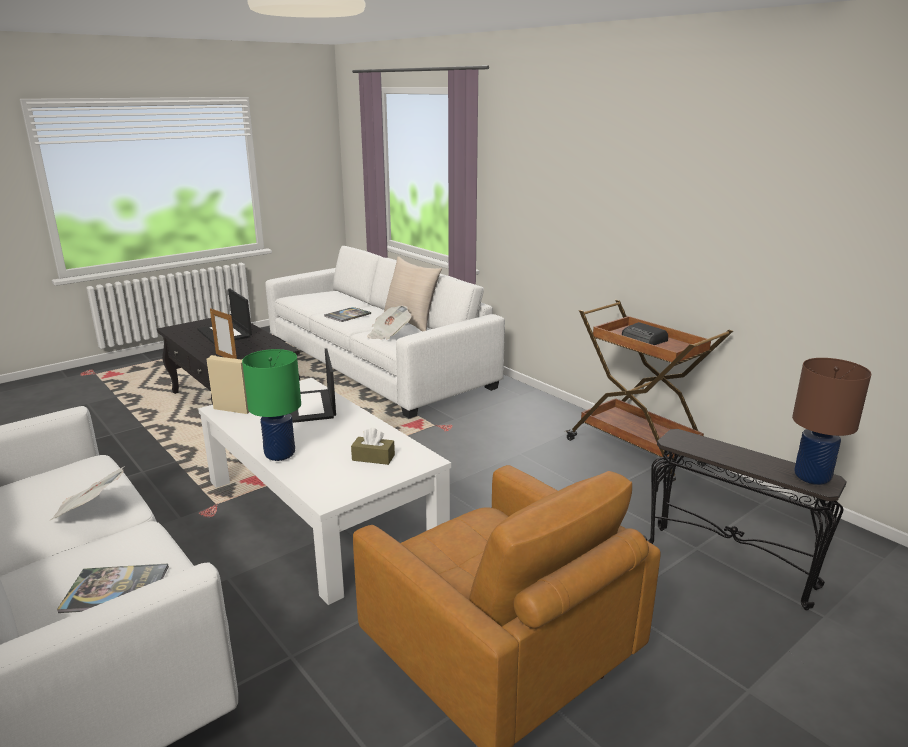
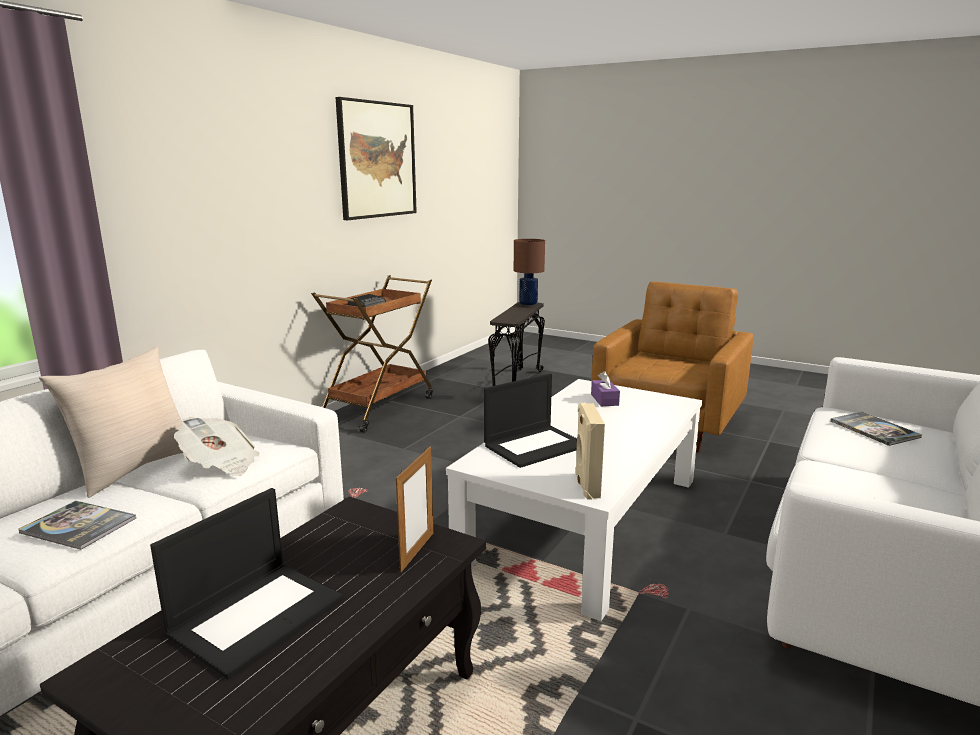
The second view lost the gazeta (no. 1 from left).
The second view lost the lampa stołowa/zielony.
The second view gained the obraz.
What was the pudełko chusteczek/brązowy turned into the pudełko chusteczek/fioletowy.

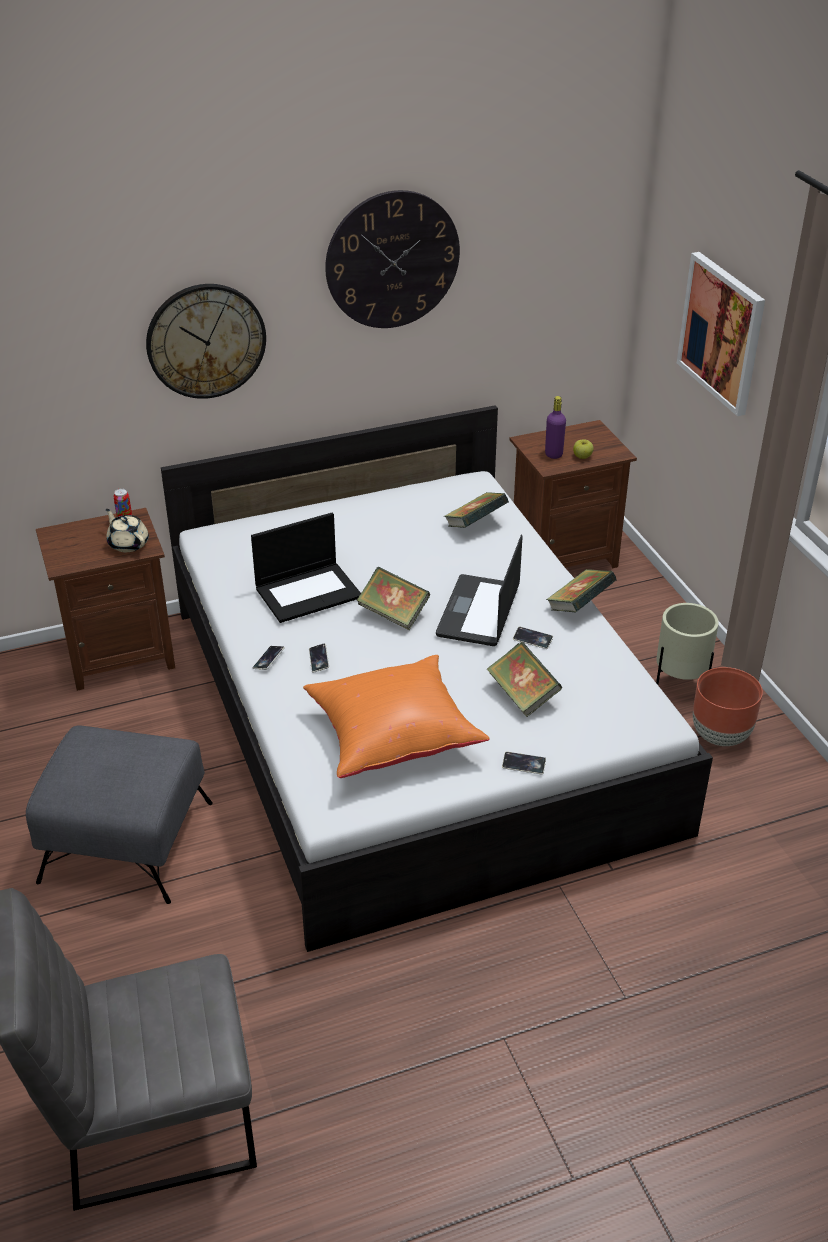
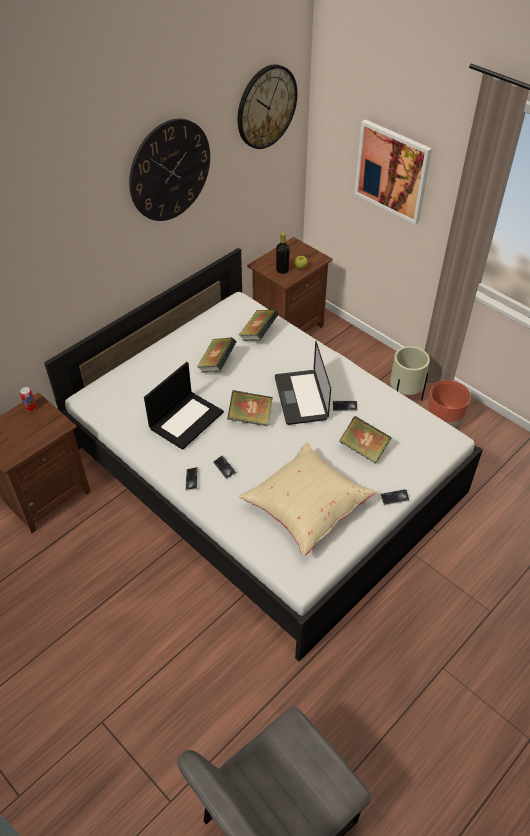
The second view lost the pufa/szary.
The second view lost the imbryk/beżowy.
The zegar ścienny (no. 1 from left in the first image) ended up elsewhere.
The książka (no. 4 from left in the first image) ended up elsewhere.
What was the poduszka/pomarańczowy turned into the poduszka/beżowy.
What was the butelka/fioletowy turned into the butelka/czarny.

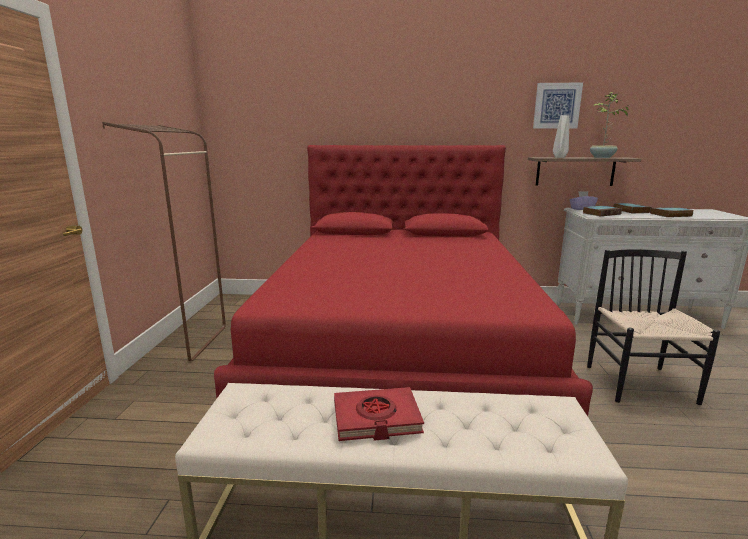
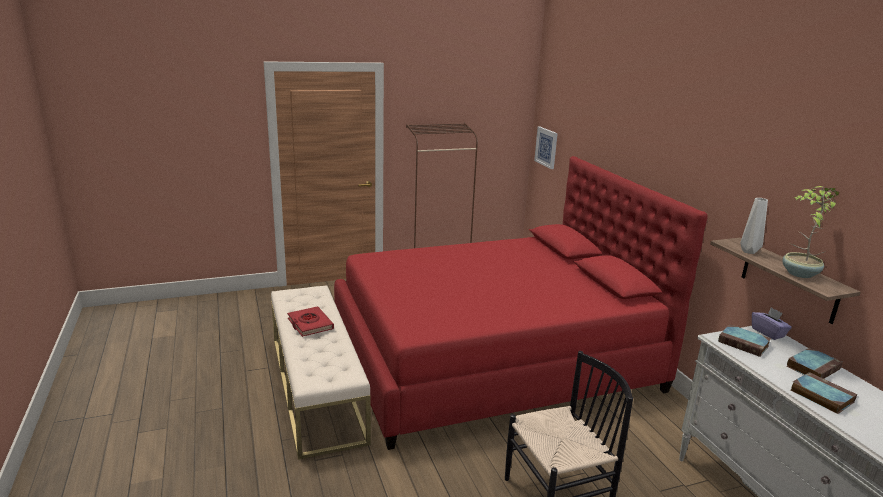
The obraz ended up elsewhere.

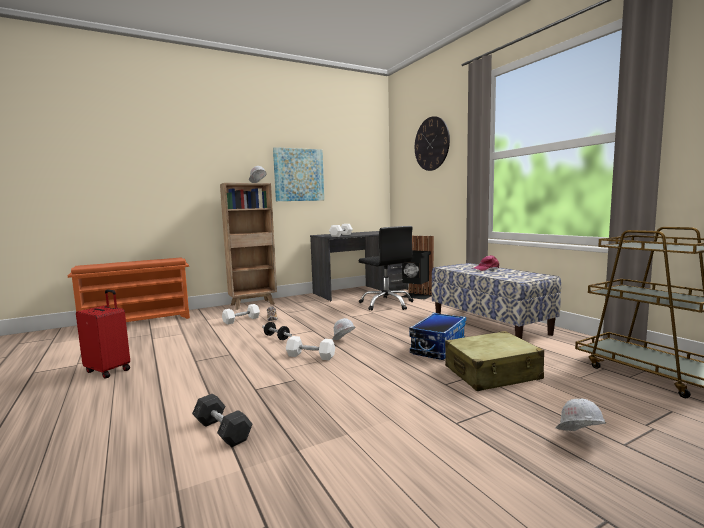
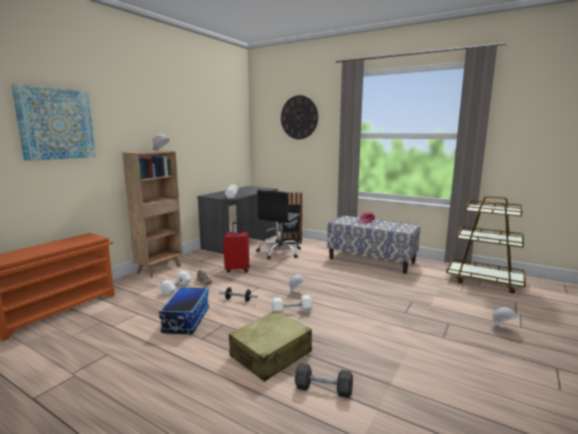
The walizka/czerwony ended up elsewhere.
The obraz ended up elsewhere.
The pojemnik do przechowywania ended up elsewhere.
The walizka/beżowy ended up elsewhere.
The krzesło biurowe/czarny ended up facing another way, 90 degrees clockwise from before.

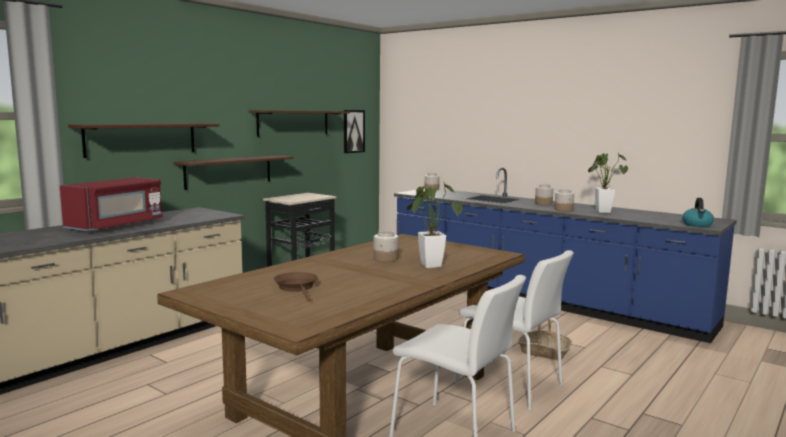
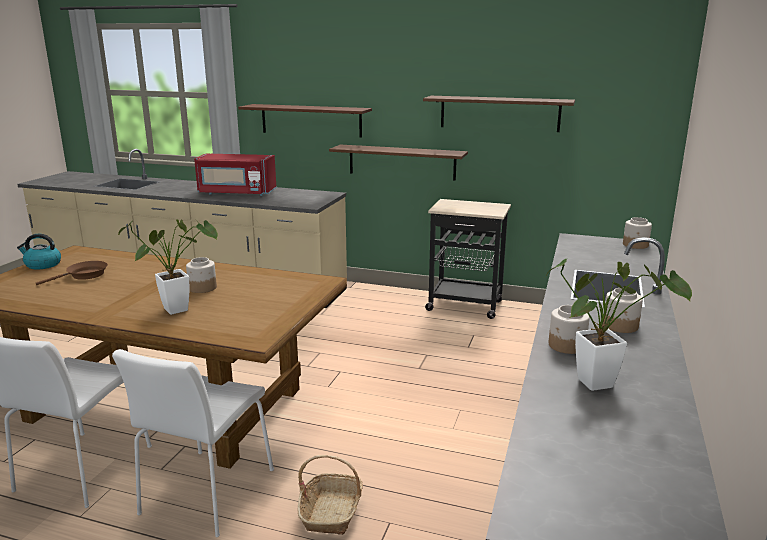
The second view lost the obraz.
The czajnik ended up elsewhere.

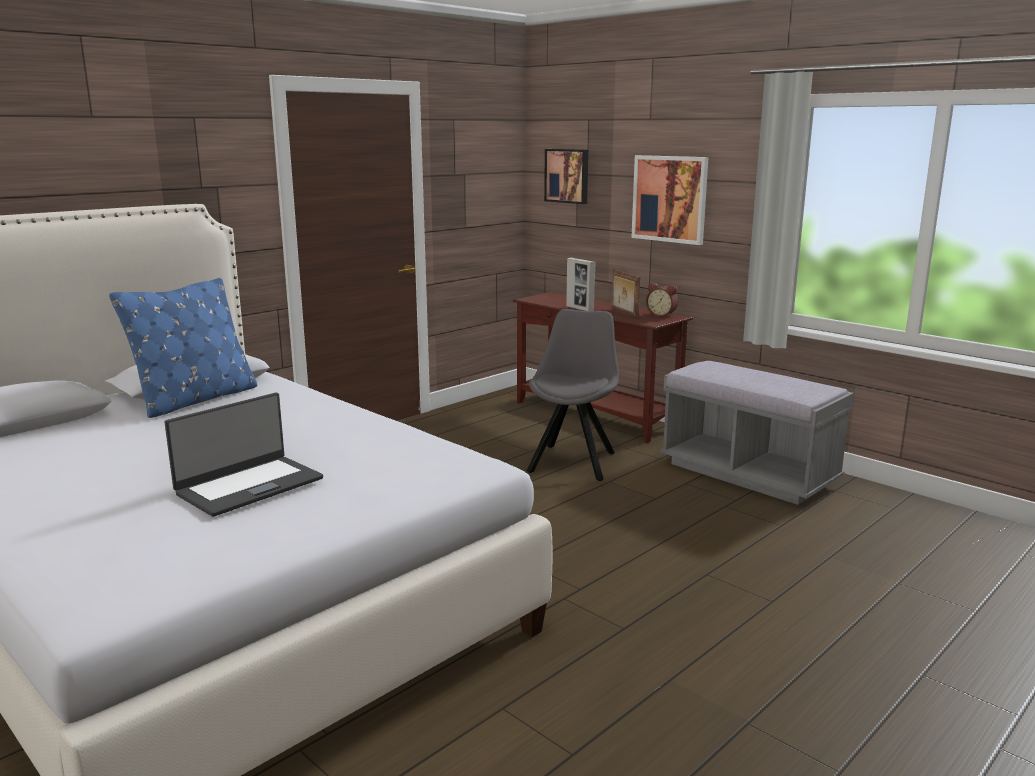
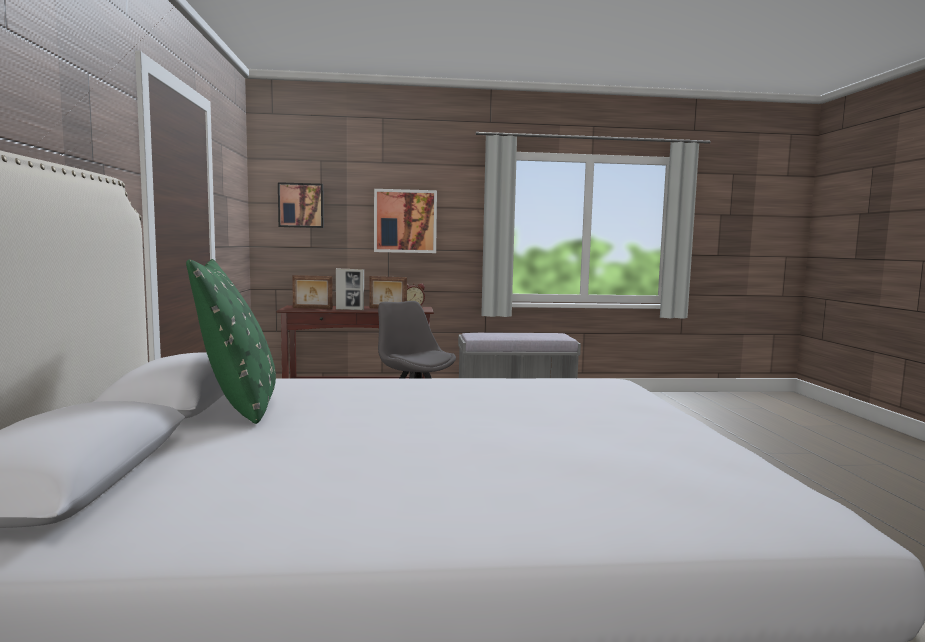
The second view lost the laptop.
The second view gained the ramka na zdjęcie (no. 1 from left).
What was the poduszka/niebieski turned into the poduszka/zielony.

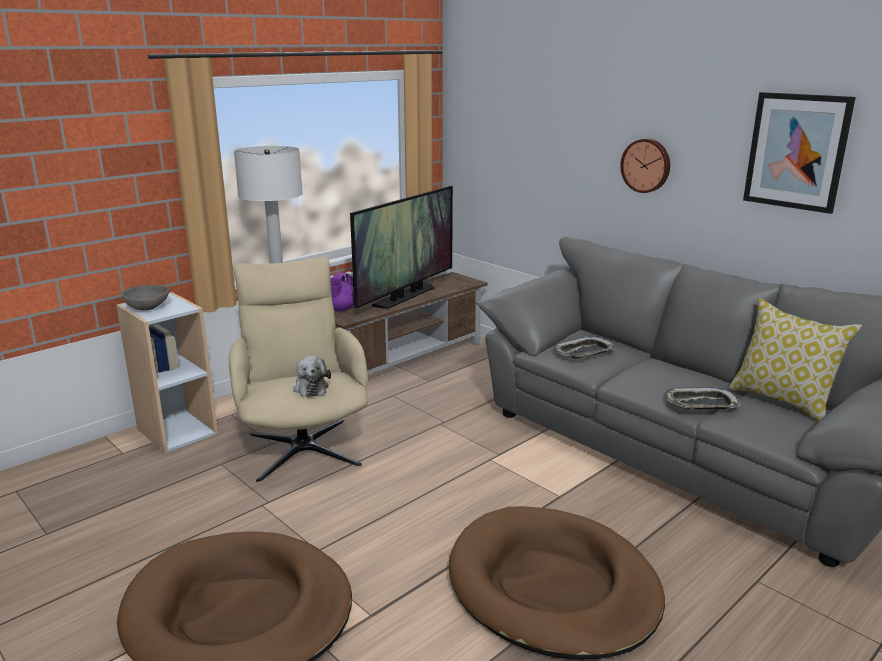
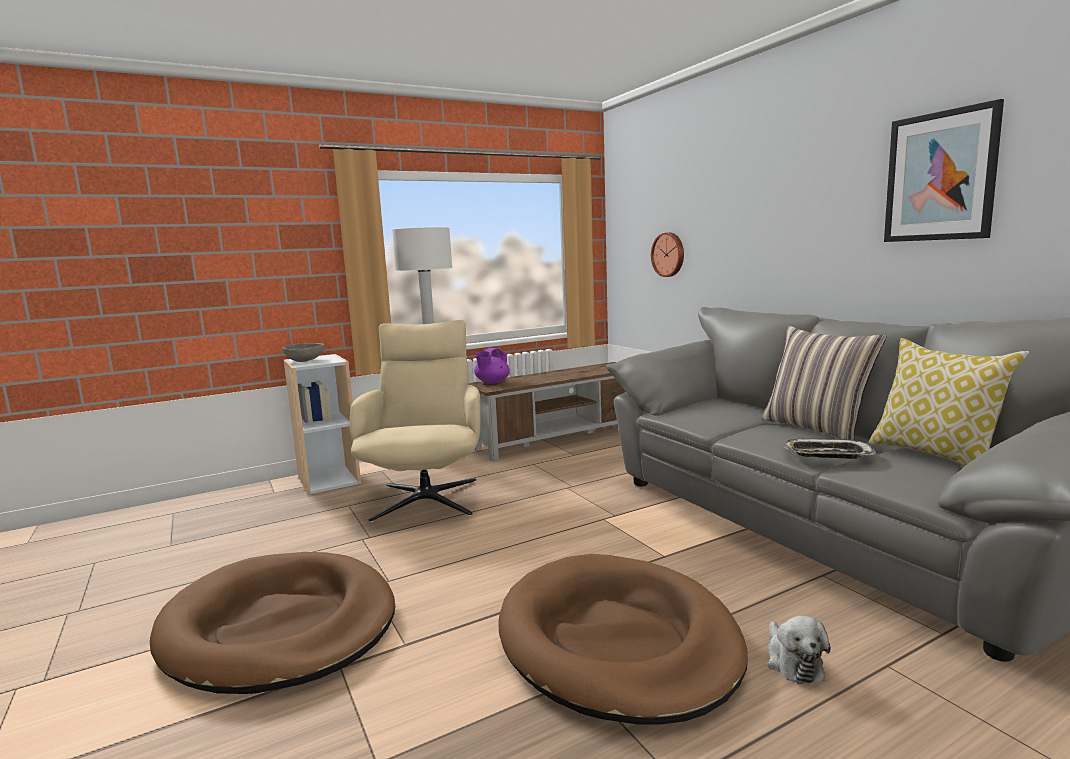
The second view lost the telewizor.
The second view lost the taca (no. 1 from left).
The second view gained the poduszka (no. 1 from left).
The pluszak ended up elsewhere.
The zegar ścienny ended up elsewhere.

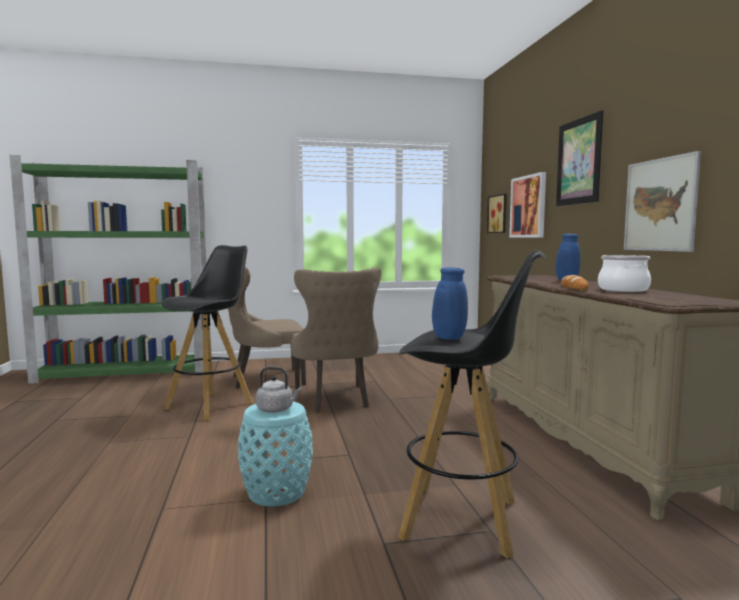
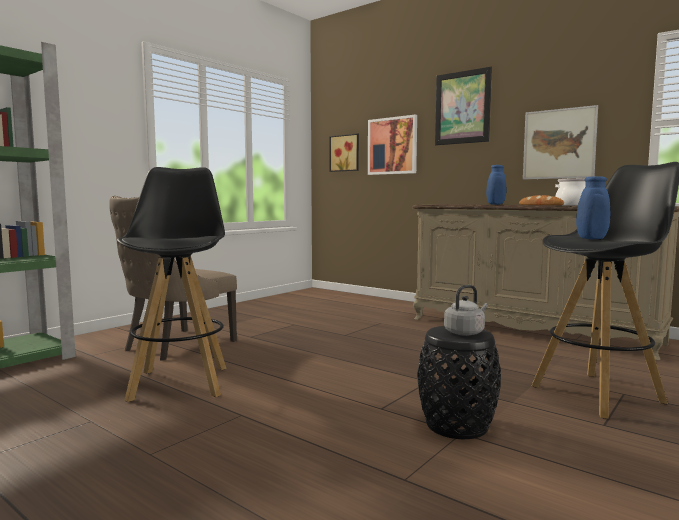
The second view lost the krzesło/beżowy (no. 2 from left).
What was the stołek/turkusowy turned into the stołek/czarny (no. 2 from left).

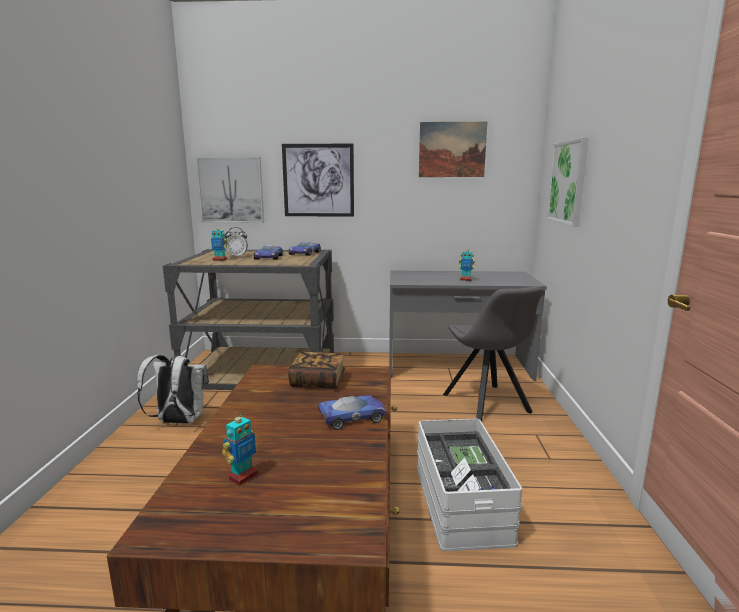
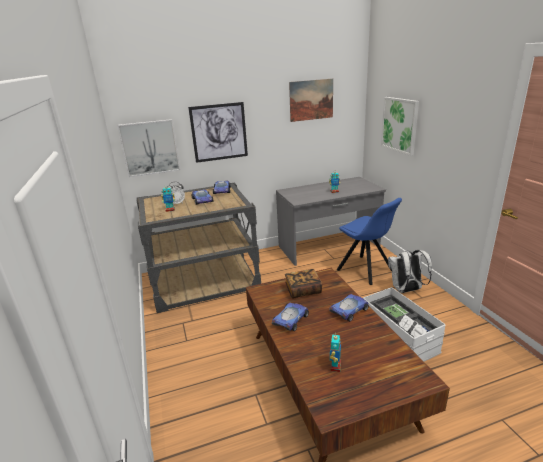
The second view gained the samochodzik (no. 3 from left).
The plecak/biały ended up elsewhere.
What was the krzesło/szary turned into the krzesło/niebieski.

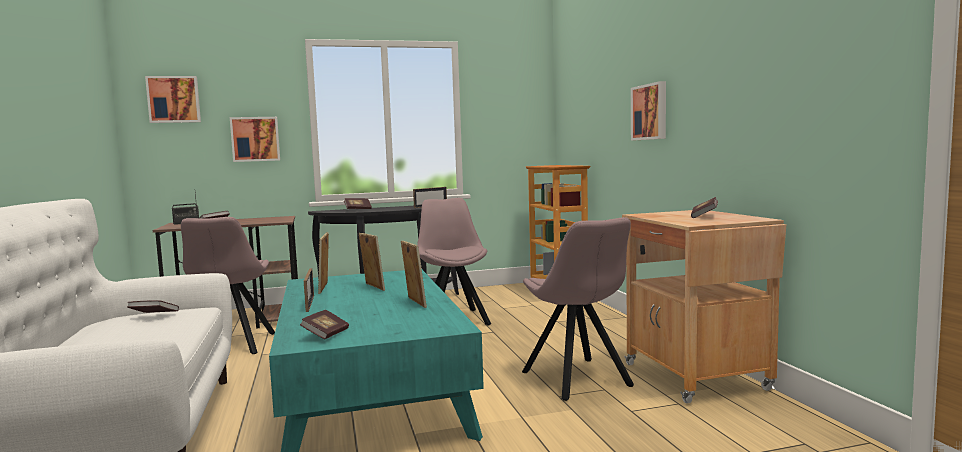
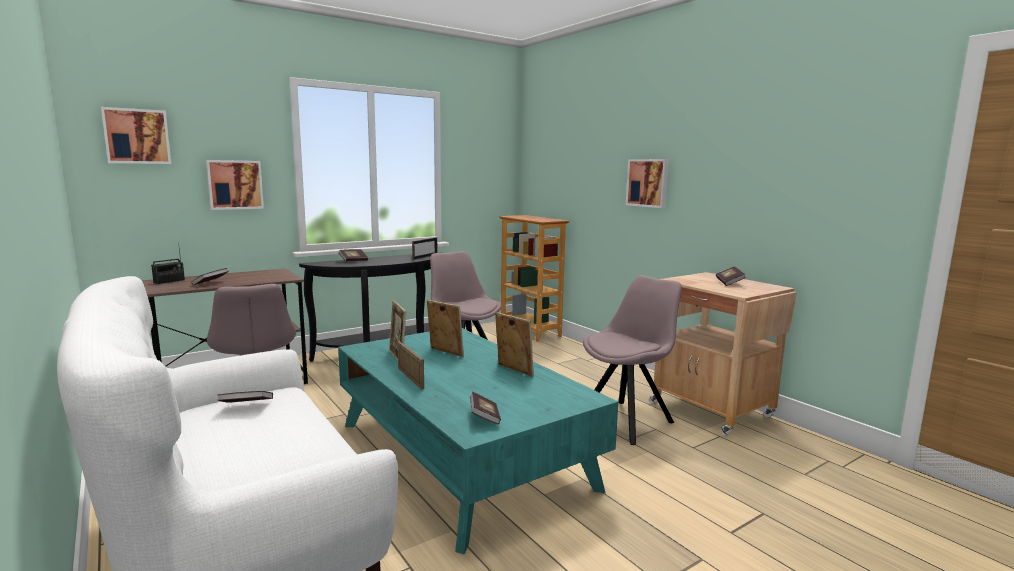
The krzesło/różowy (no. 3 from left) ended up facing another way, 90 degrees counterclockwise from before.

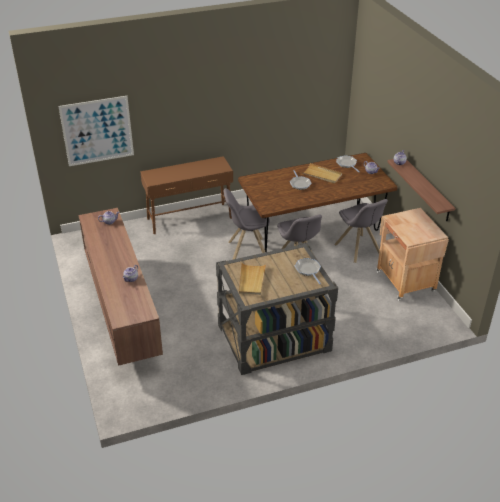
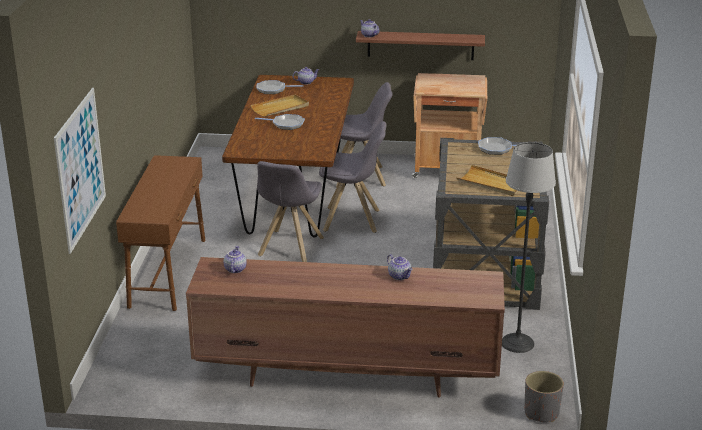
The second view gained the lampa stojąca.
The second view gained the donica/szary.

